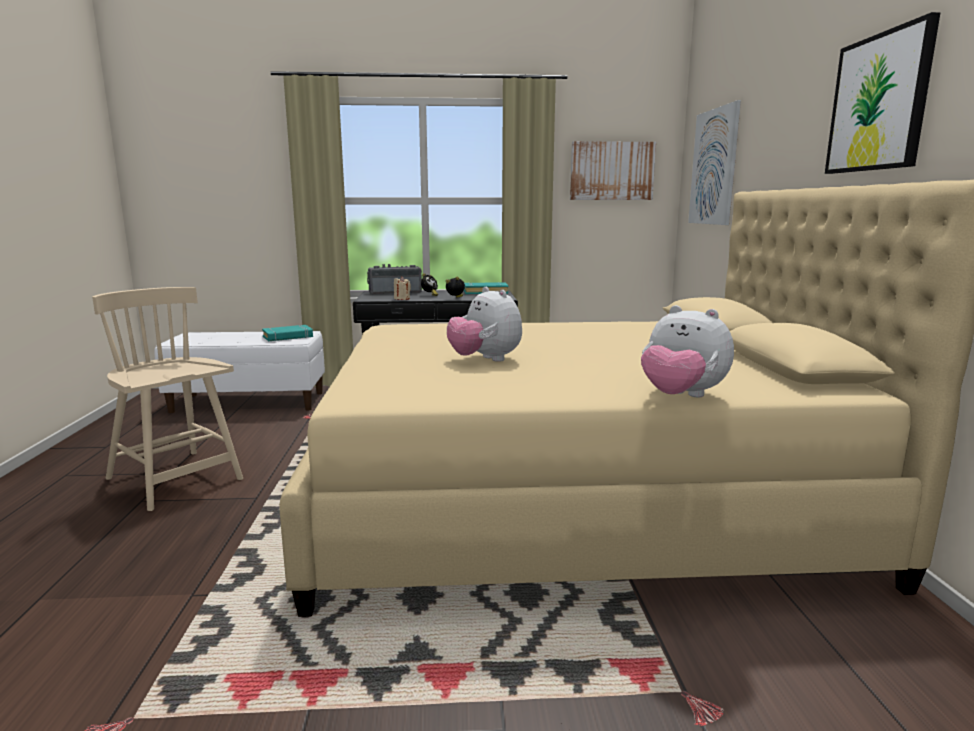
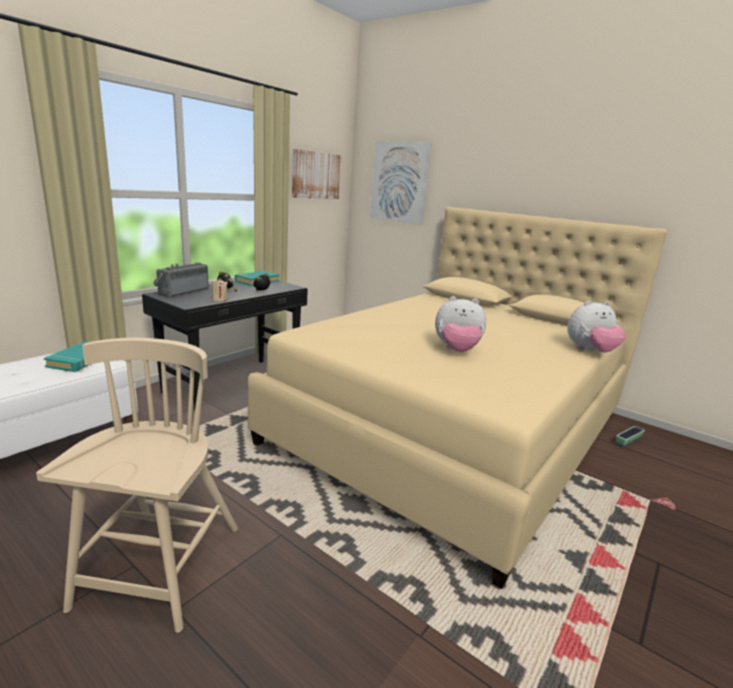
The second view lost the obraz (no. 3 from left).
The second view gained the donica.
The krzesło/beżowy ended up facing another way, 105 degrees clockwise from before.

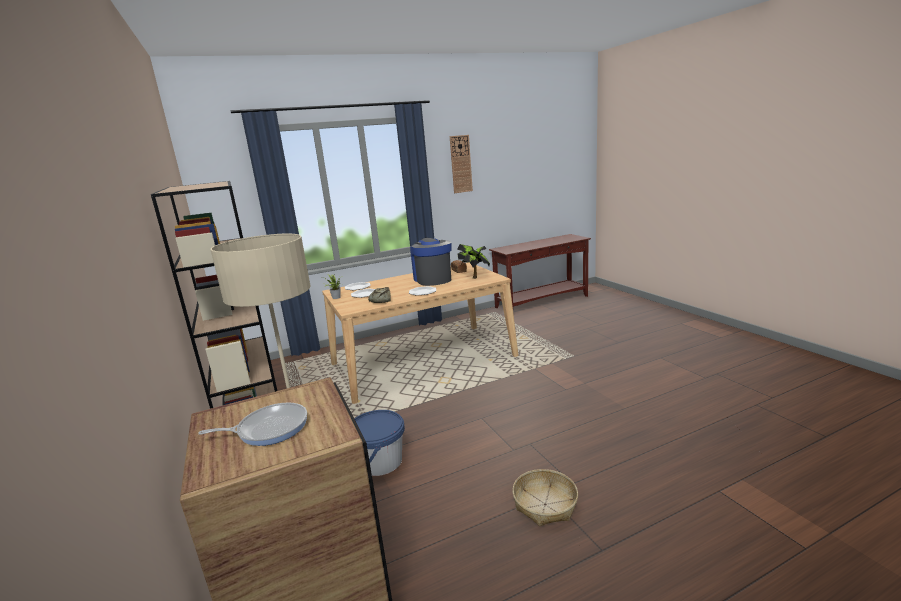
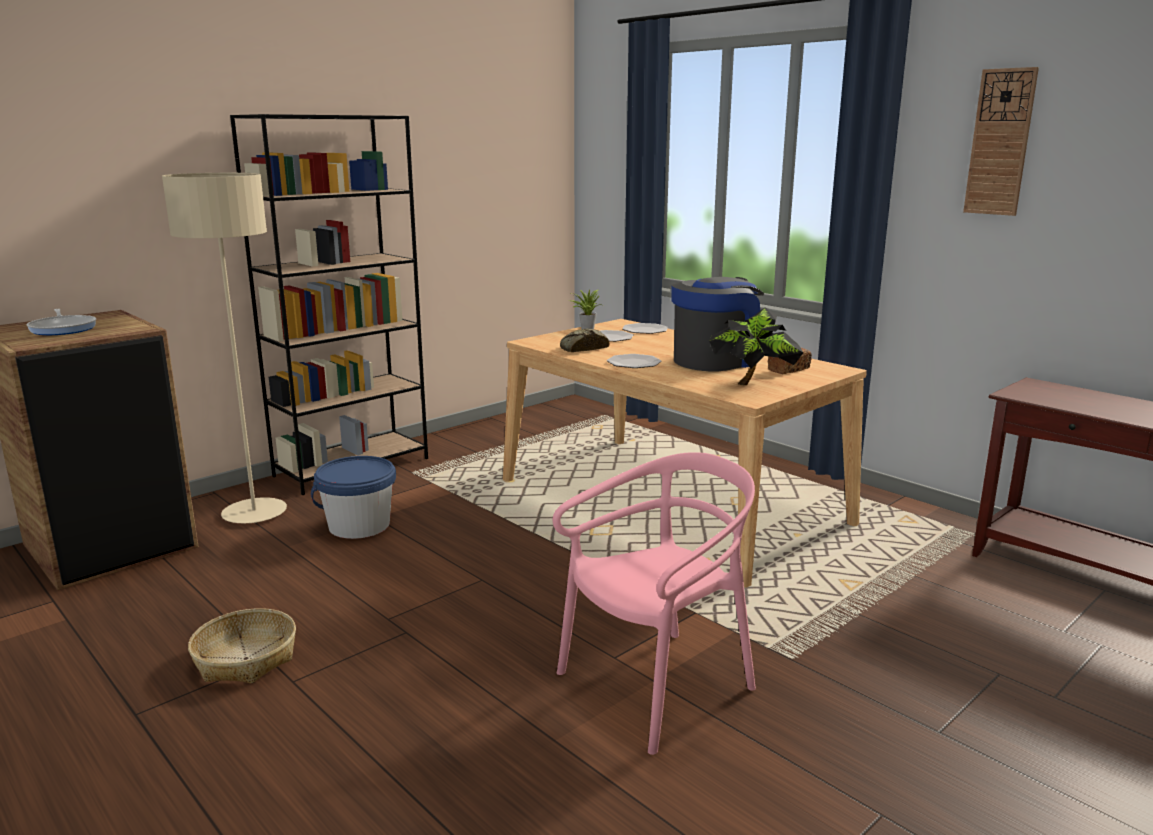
The second view gained the krzesło/różowy.

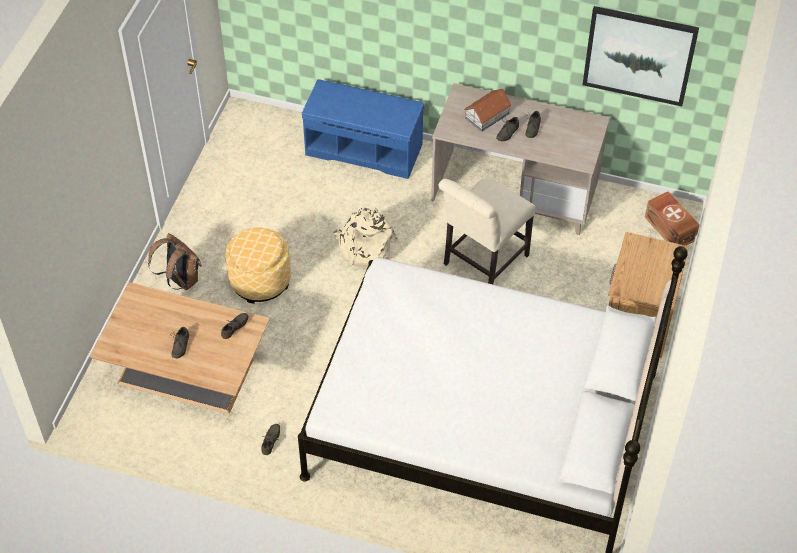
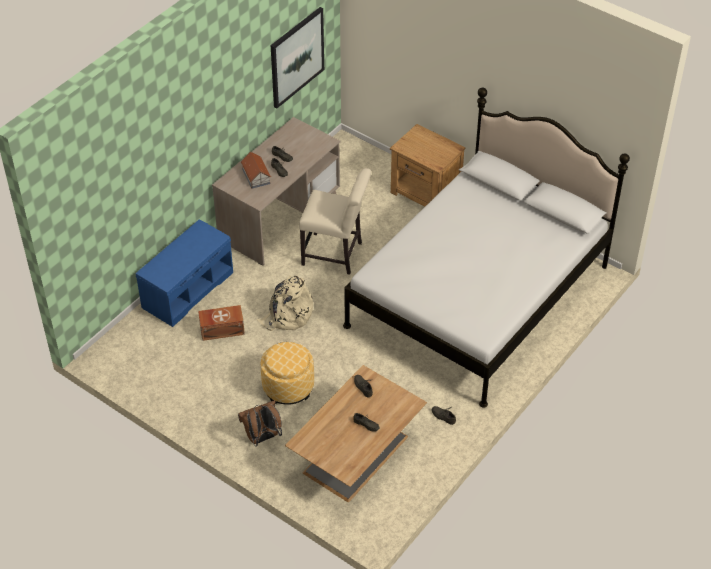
The pojemnik do przechowywania/brązowy ended up elsewhere.
The krzesło/beżowy ended up facing another way, 45 degrees counterclockwise from before.

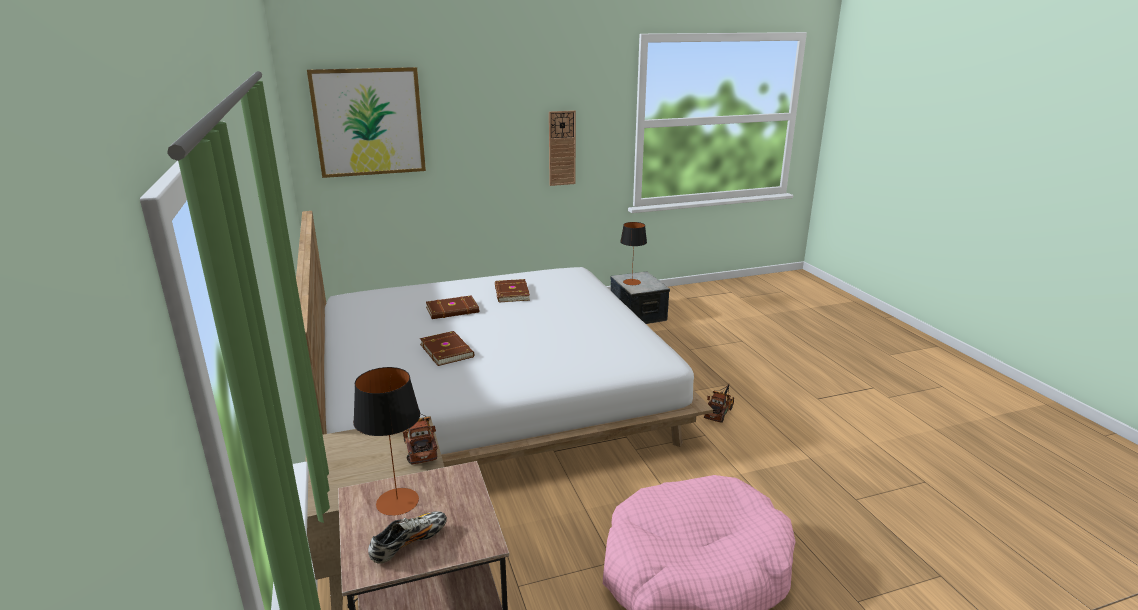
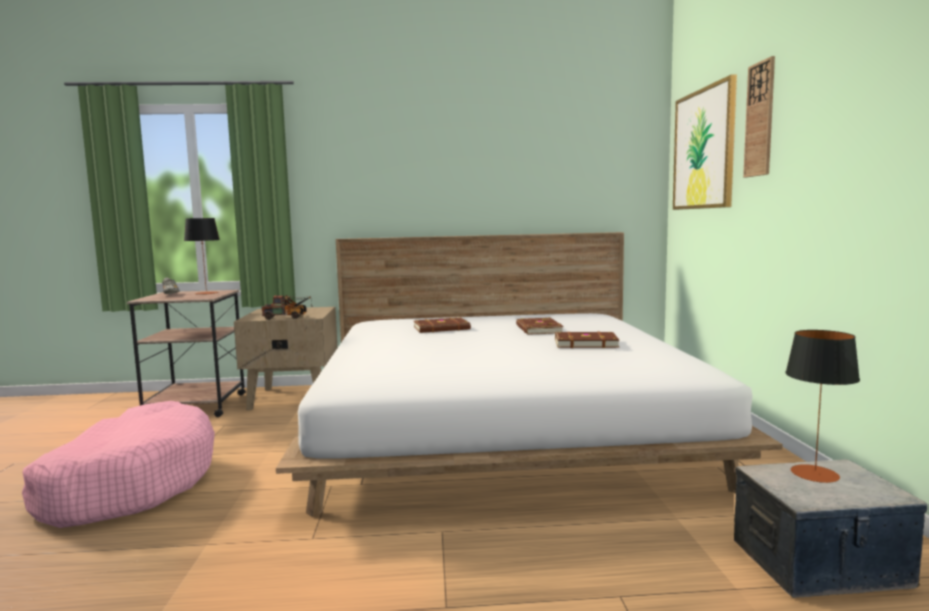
The second view lost the ciężarówka zabawkowa (no. 2 from left).
The zegar ścienny ended up elsewhere.

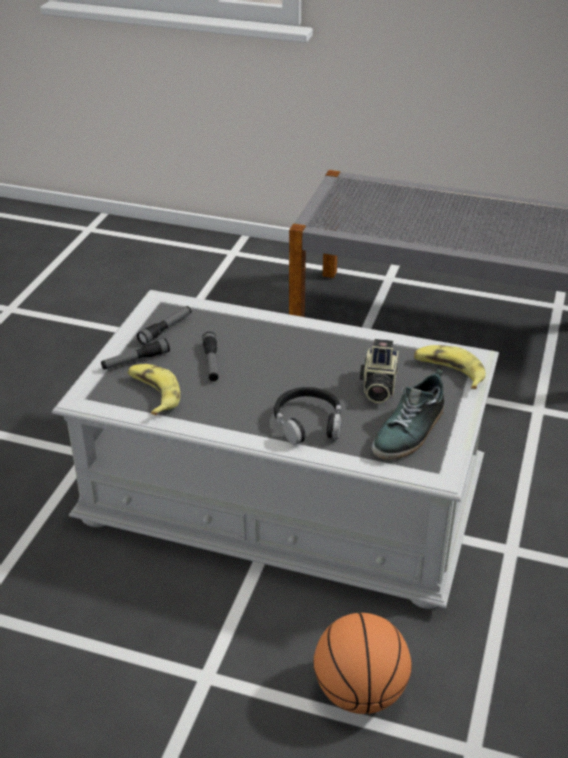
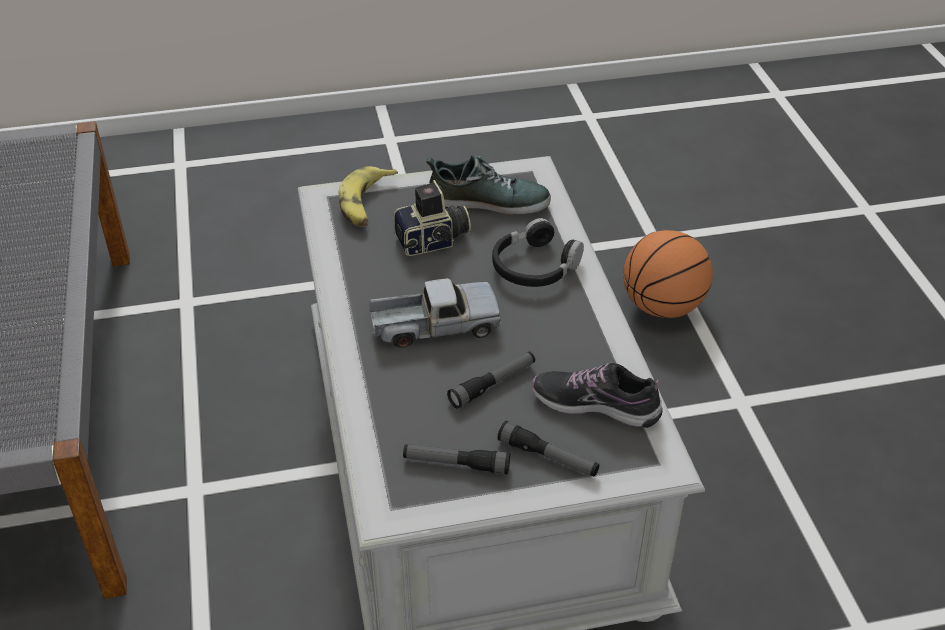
The second view gained the ciężarówka zabawkowa.
Where the banan (no. 1 from left) stood, the but (no. 2 from left) came to stand.

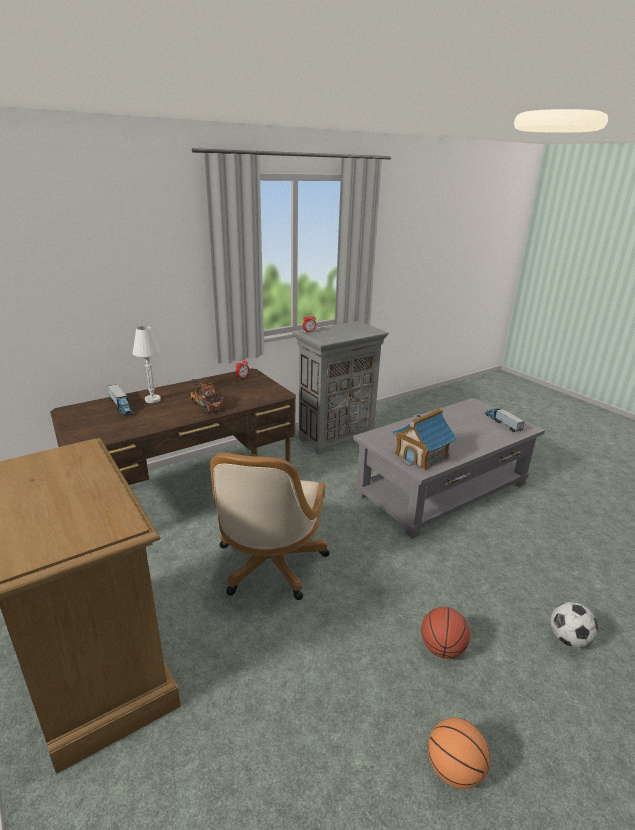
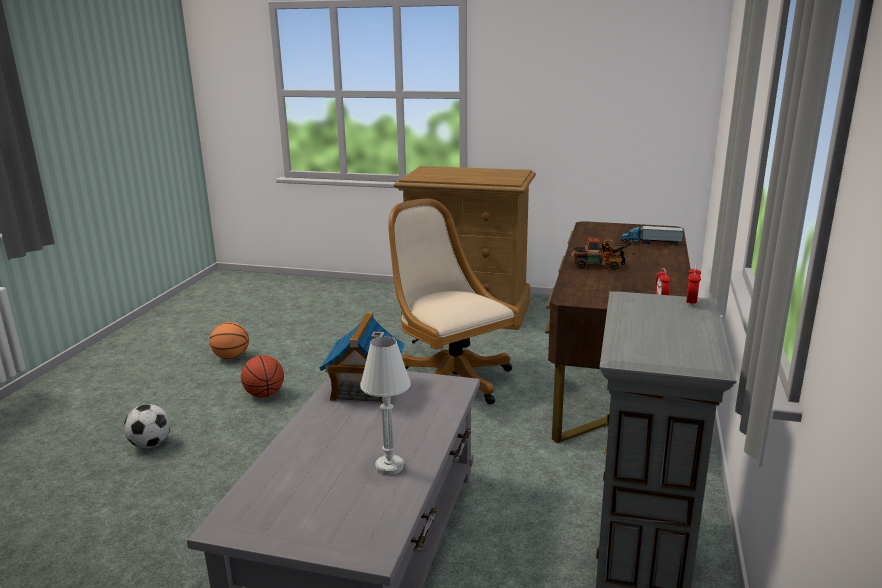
The second view lost the ciężarówka zabawkowa (no. 3 from left).
The lampa stołowa/biały ended up elsewhere.

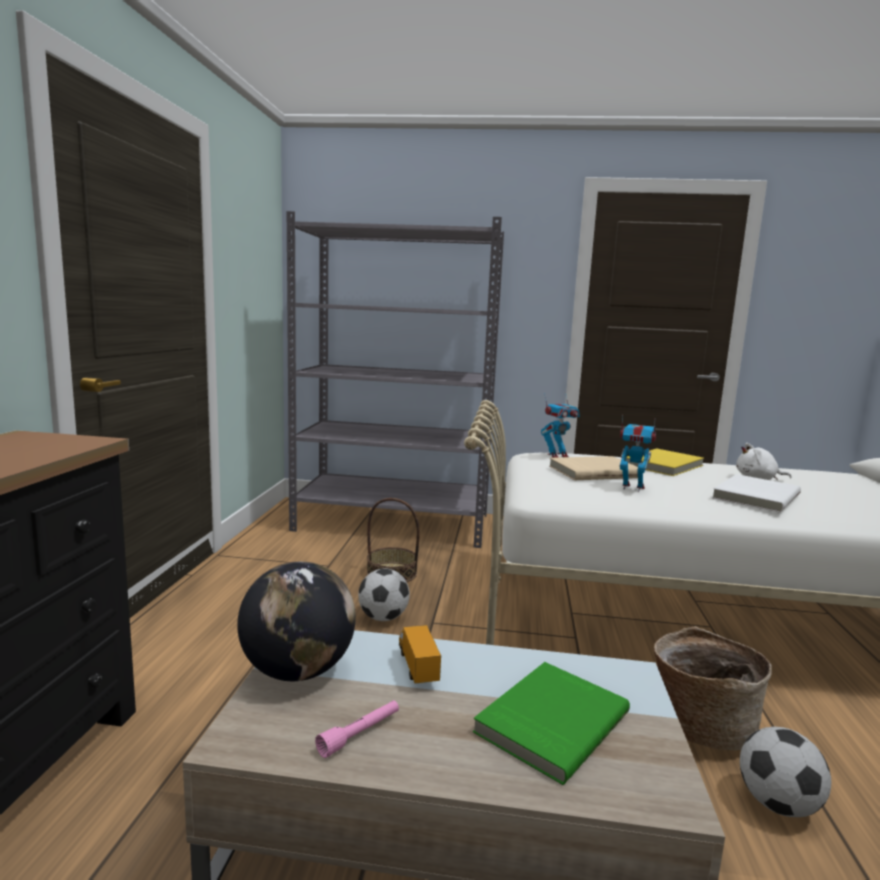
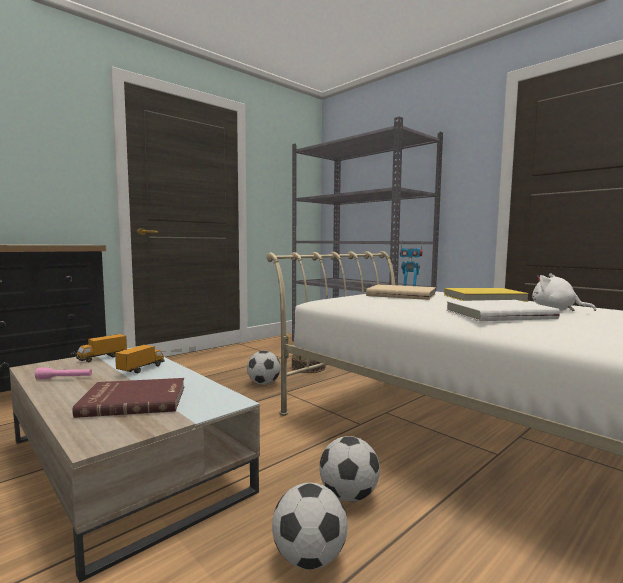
The second view lost the robot zabawkowy (no. 2 from left).
Where the globus stood, the ciężarówka zabawkowa (no. 1 from left) came to stand.
Where the koszyk (no. 2 from left) stood, the piłka futbolowa (no. 3 from left) came to stand.
What was the książka/zielony turned into the książka/czerwony.

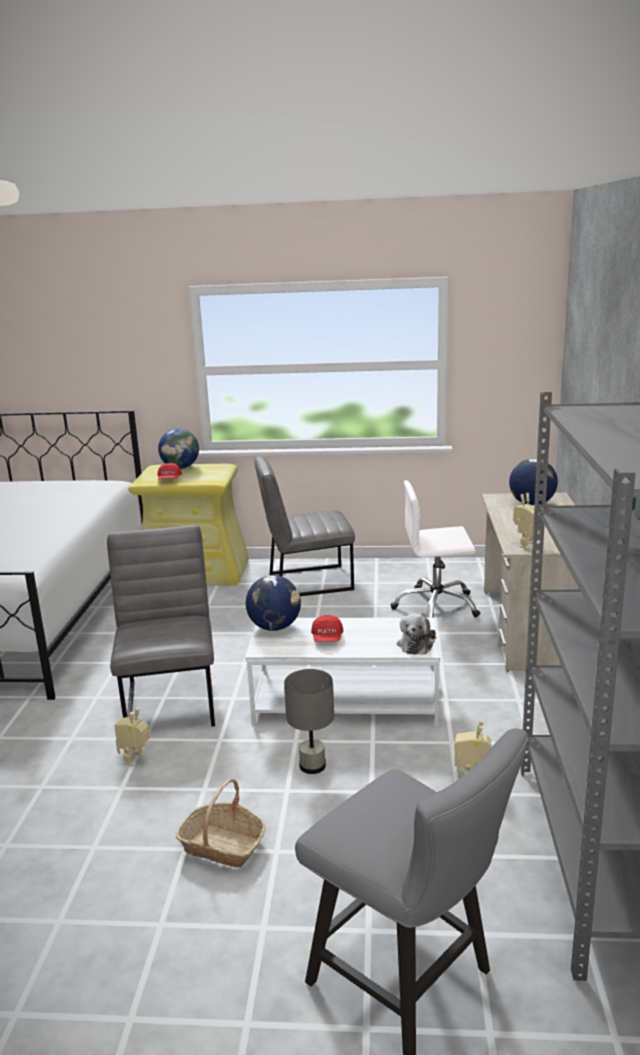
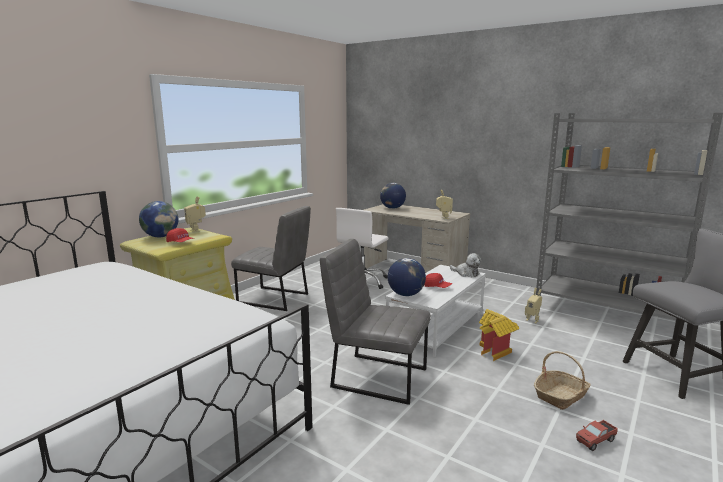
The second view gained the ciężarówka zabawkowa.
The robot zabawkowy (no. 1 from left) ended up elsewhere.
Where the lampa stołowa/szary stood, the domek came to stand.
The krzesło/szary (no. 2 from left in the first image) ended up facing another way, 90 degrees counterclockwise from before.

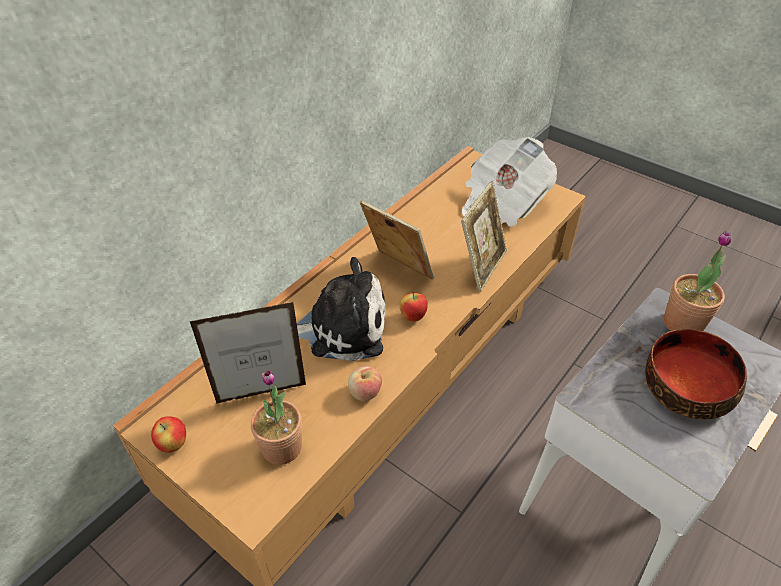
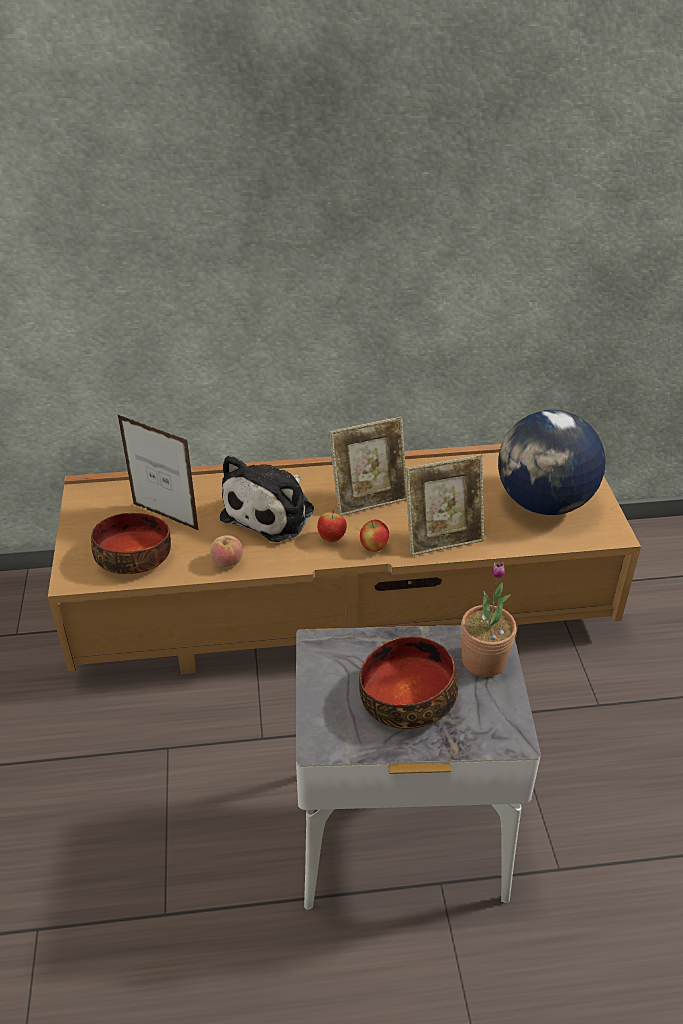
The jabłko (no. 1 from left in the first image) ended up elsewhere.
Where the roślina doniczkowa (no. 1 from left) stood, the miska (no. 1 from left) came to stand.
Where the gazeta stood, the globus came to stand.
The pluszak ended up facing another way, 75 degrees clockwise from before.
The ramka na zdjęcie (no. 2 from left) ended up facing another way, 75 degrees clockwise from before.

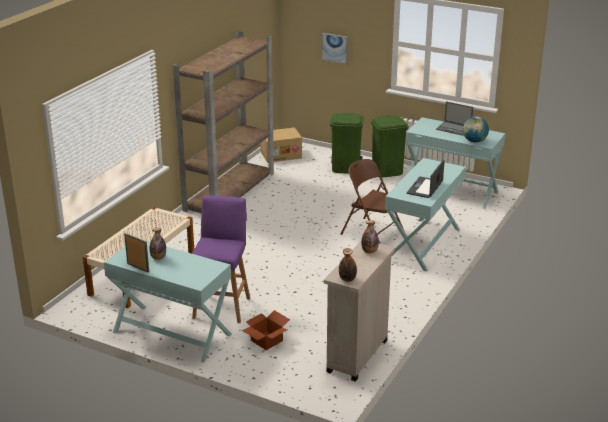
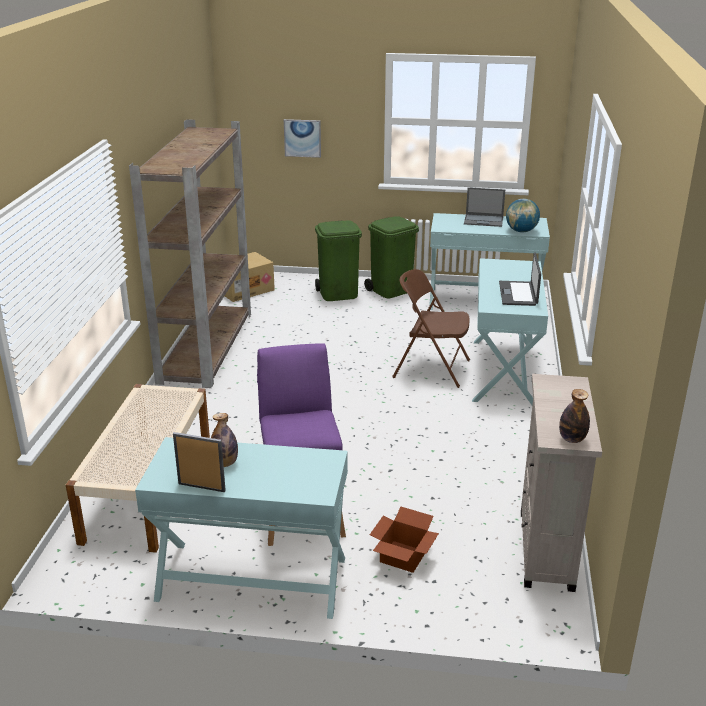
The second view lost the butelka (no. 3 from left).

